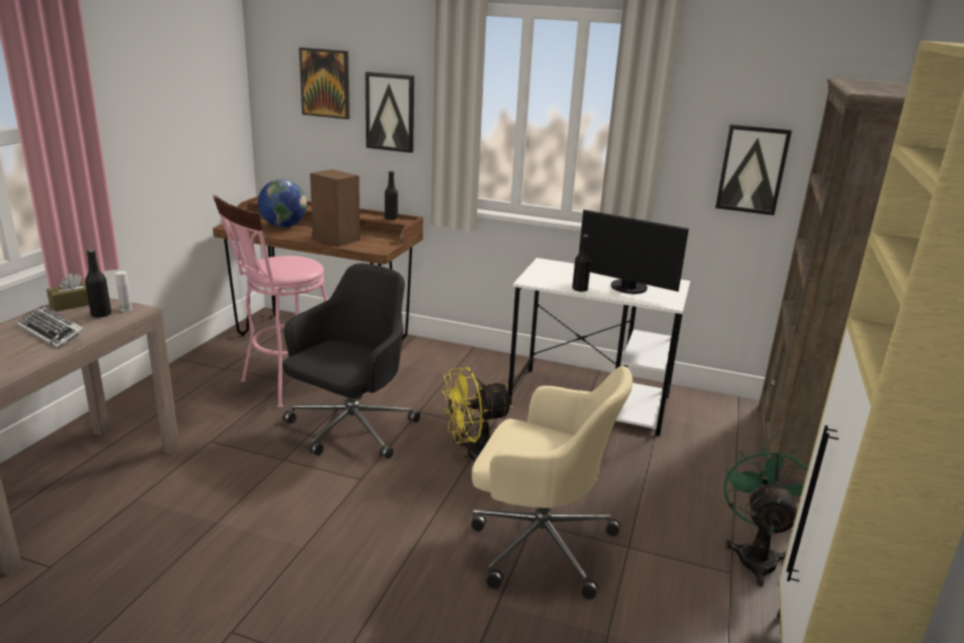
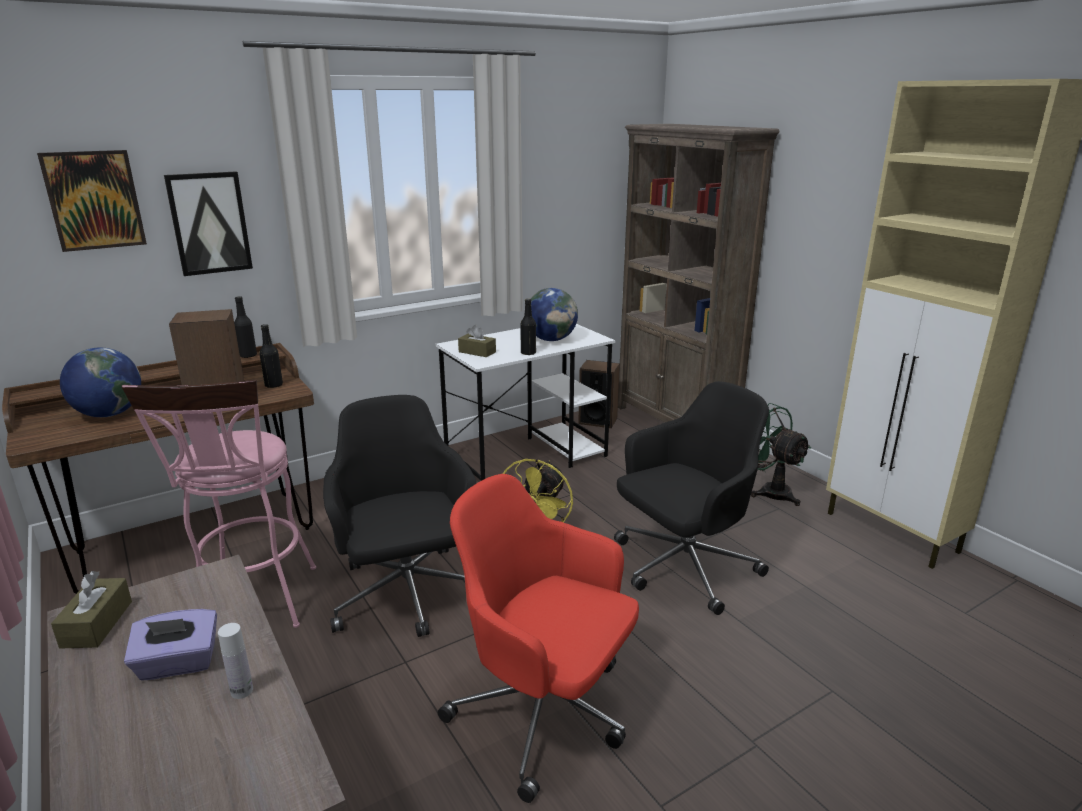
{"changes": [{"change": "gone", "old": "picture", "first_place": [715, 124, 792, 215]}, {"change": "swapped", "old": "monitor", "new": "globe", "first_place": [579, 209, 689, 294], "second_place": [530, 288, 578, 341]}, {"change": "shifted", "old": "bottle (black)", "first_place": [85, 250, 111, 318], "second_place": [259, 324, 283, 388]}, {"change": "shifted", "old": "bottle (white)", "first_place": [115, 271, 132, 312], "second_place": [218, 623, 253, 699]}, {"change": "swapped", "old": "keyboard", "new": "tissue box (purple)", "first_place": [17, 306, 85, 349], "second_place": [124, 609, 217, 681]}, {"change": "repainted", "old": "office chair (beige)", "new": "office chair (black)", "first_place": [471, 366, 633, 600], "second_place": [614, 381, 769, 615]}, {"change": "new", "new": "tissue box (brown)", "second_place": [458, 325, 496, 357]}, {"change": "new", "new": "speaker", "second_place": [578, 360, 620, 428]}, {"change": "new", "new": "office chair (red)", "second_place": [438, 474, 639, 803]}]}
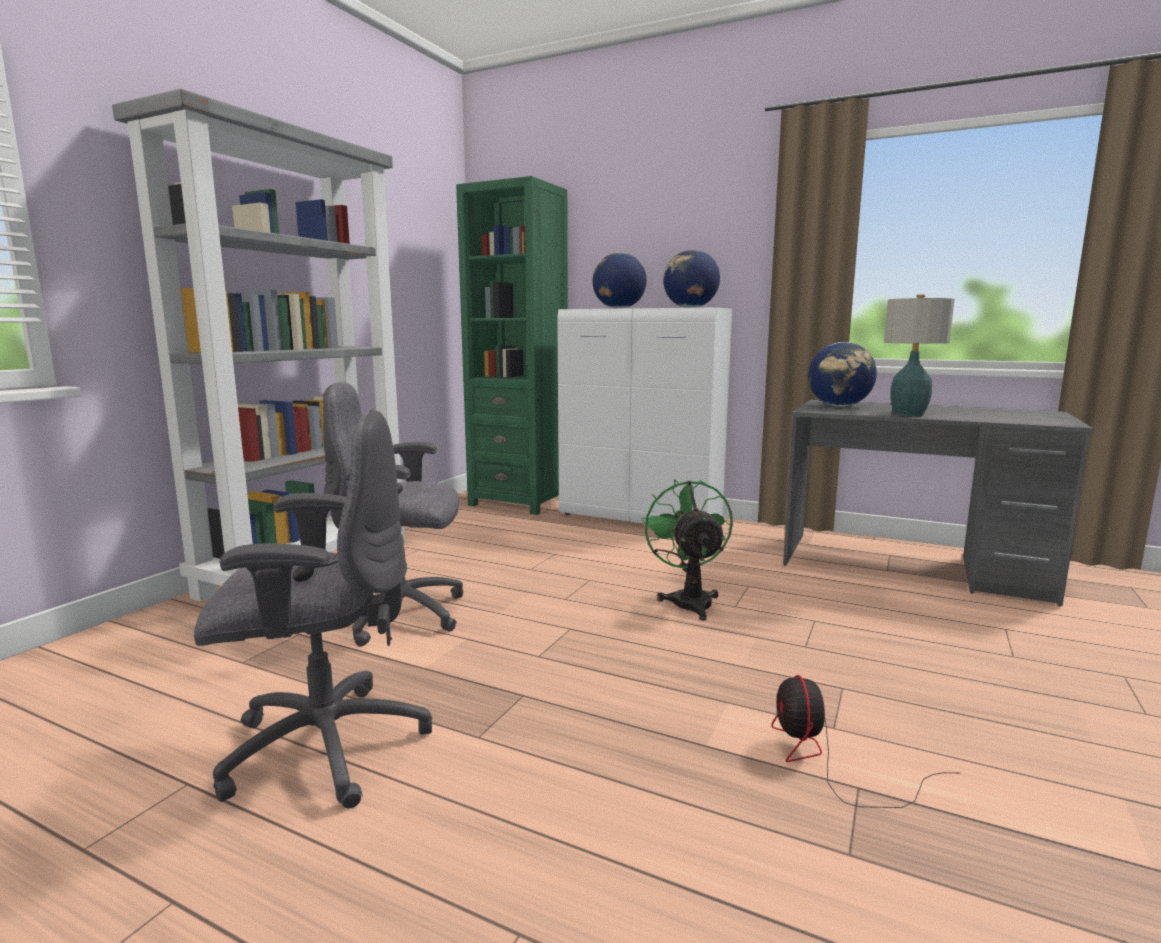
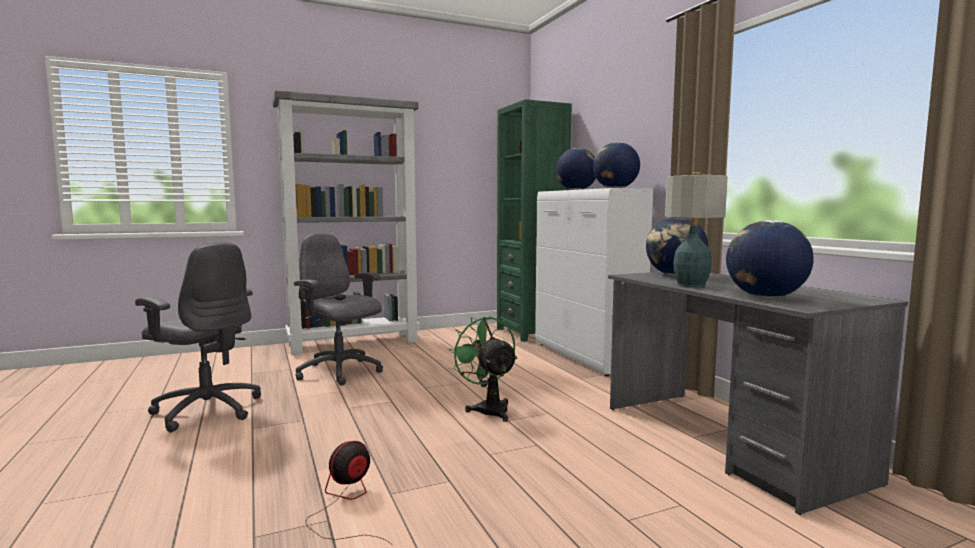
{"changes": [{"change": "rotated", "old": "fan (green)", "first_place": [641, 479, 733, 621], "second_place": [449, 316, 517, 422], "degrees": -60}, {"change": "new", "new": "globe", "second_place": [726, 220, 814, 298]}]}
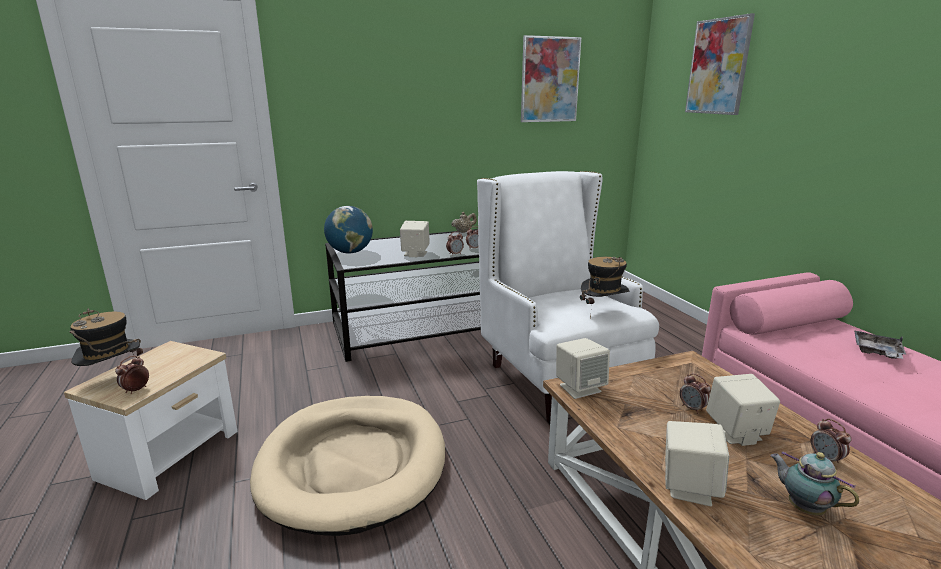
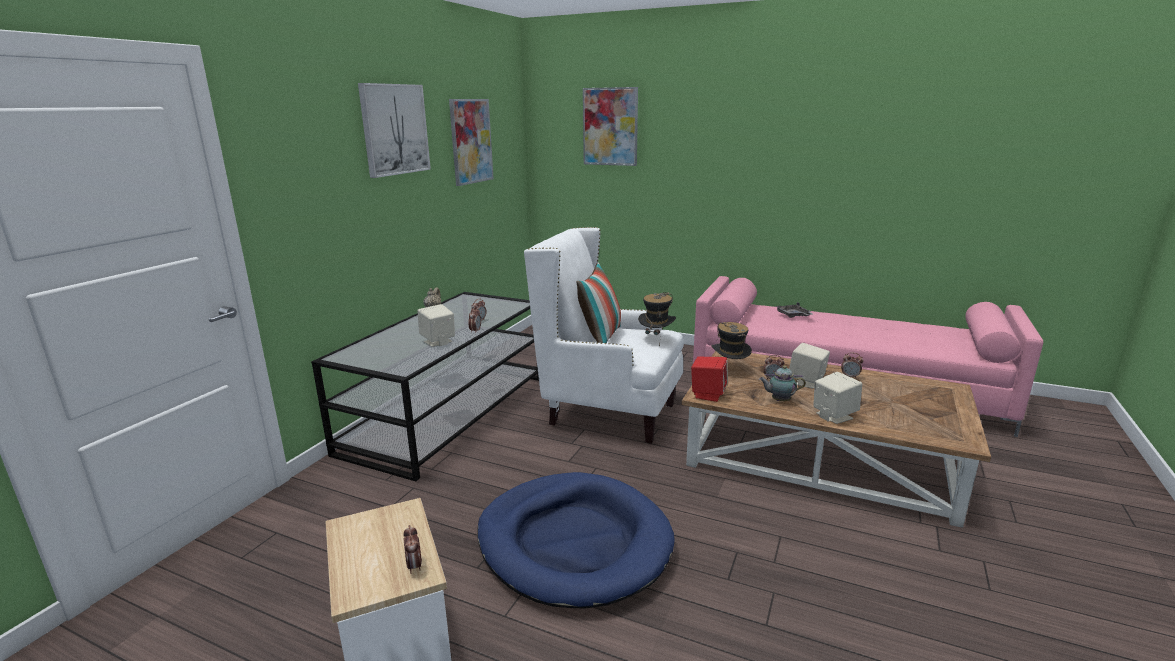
{"changes": [{"change": "gone", "old": "globe", "first_place": [324, 206, 373, 253]}, {"change": "shifted", "old": "hat", "first_place": [69, 308, 143, 366], "second_place": [711, 322, 752, 359]}, {"change": "repainted", "old": "speaker (beige)", "new": "speaker (red)", "first_place": [556, 338, 610, 399], "second_place": [691, 357, 728, 402]}, {"change": "repainted", "old": "dog bed (beige)", "new": "dog bed (blue)", "first_place": [250, 396, 445, 536], "second_place": [477, 472, 675, 609]}, {"change": "shifted", "old": "teapot", "first_place": [770, 451, 859, 515], "second_place": [759, 366, 806, 401]}, {"change": "new", "new": "picture", "second_place": [358, 83, 431, 178]}, {"change": "new", "new": "pillow", "second_place": [577, 262, 621, 343]}]}
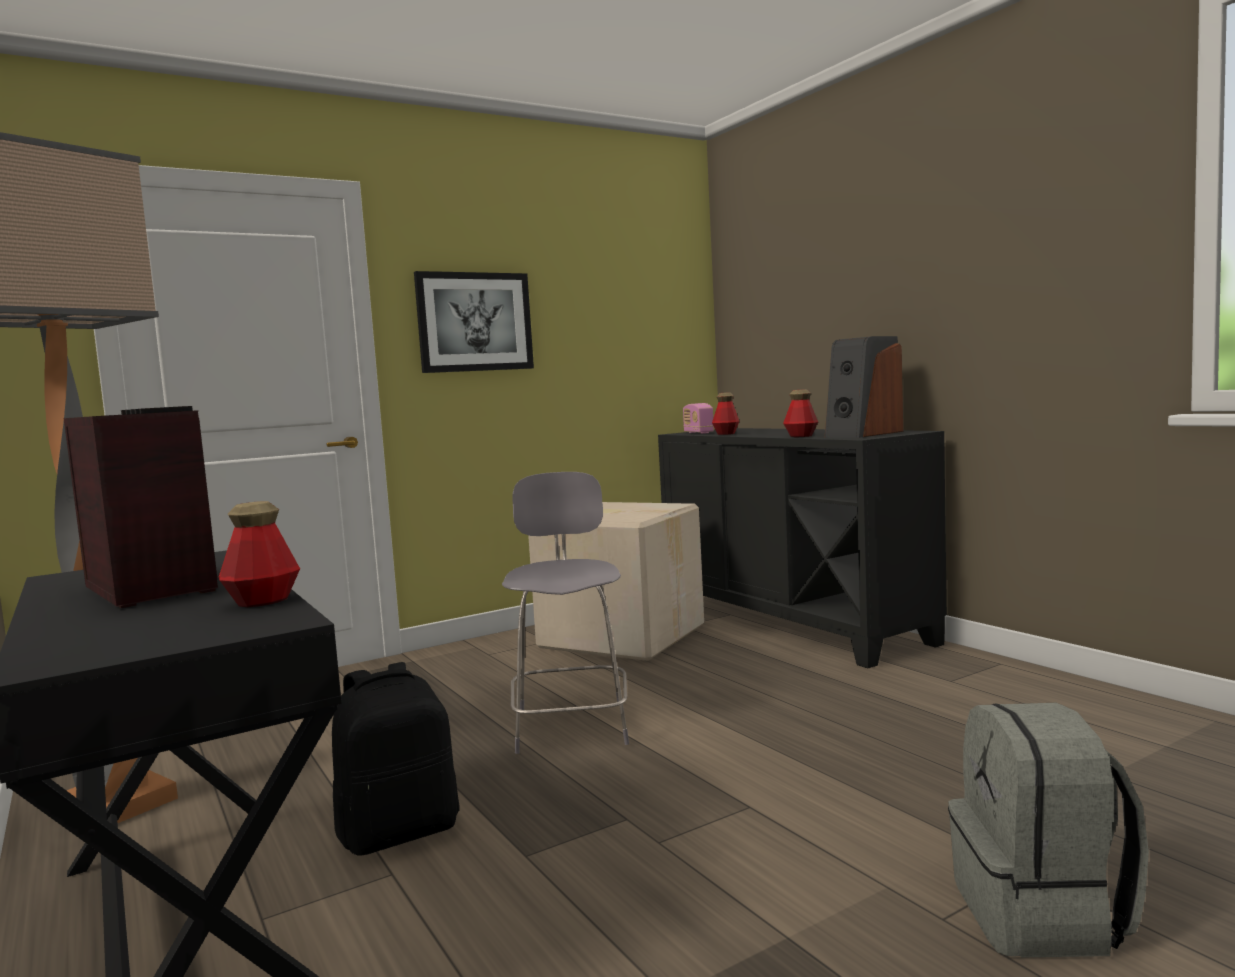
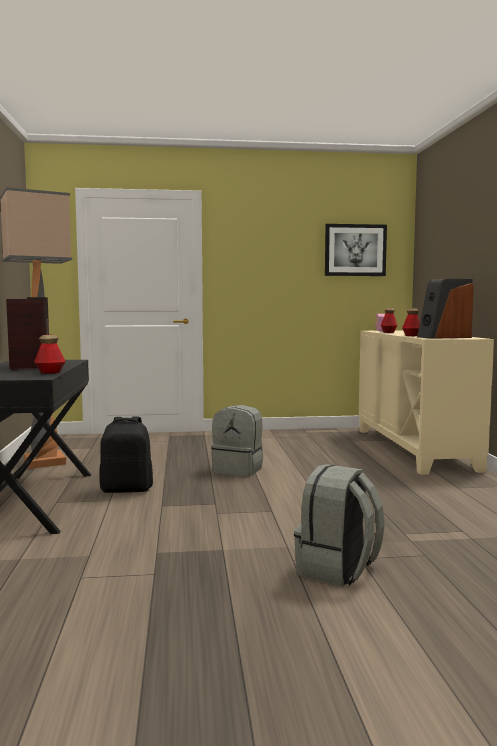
{"changes": [{"change": "shifted", "old": "picture", "first_place": [414, 271, 534, 373], "second_place": [325, 224, 387, 276]}, {"change": "repainted", "old": "cabinet (black)", "new": "cabinet (beige)", "first_place": [658, 428, 947, 668], "second_place": [359, 330, 494, 475]}, {"change": "swapped", "old": "chair (grey)", "new": "backpack (grey)", "first_place": [502, 472, 629, 754], "second_place": [211, 405, 263, 476]}, {"change": "gone", "old": "cardboard box", "first_place": [528, 502, 704, 661]}]}
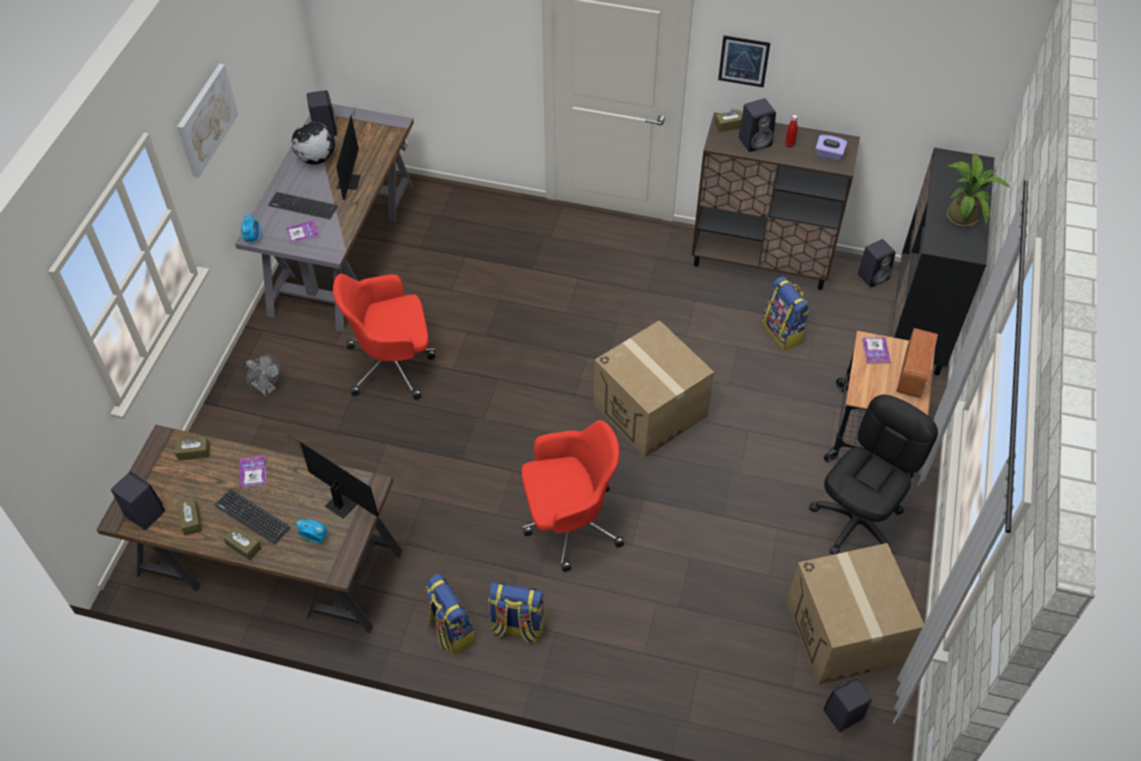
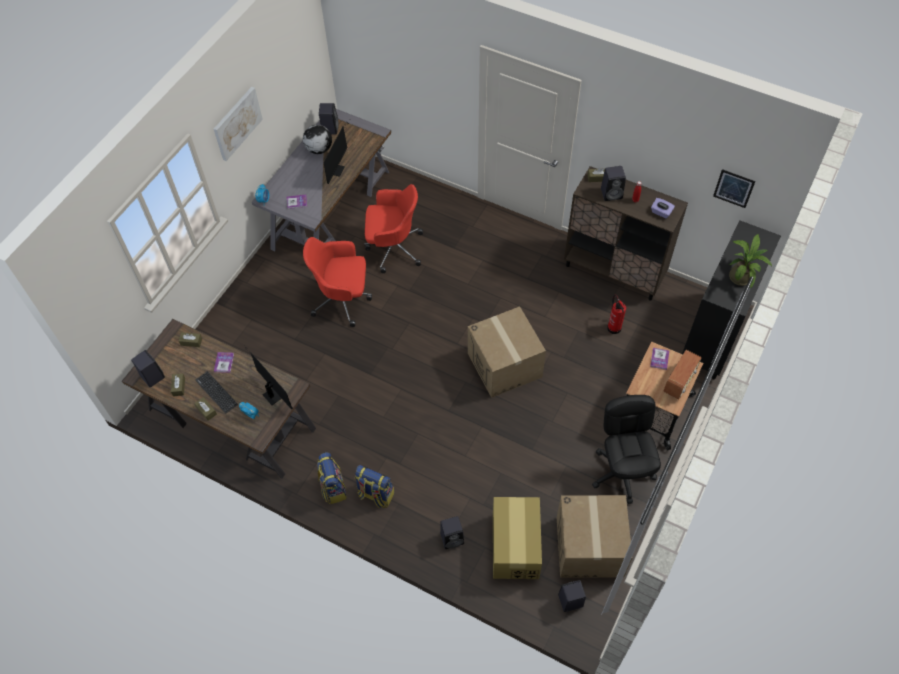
{"changes": [{"change": "shifted", "old": "picture", "first_place": [718, 35, 770, 88], "second_place": [713, 169, 755, 208]}, {"change": "gone", "old": "keyboard", "first_place": [268, 192, 338, 219]}, {"change": "shifted", "old": "speaker (black)", "first_place": [858, 239, 895, 287], "second_place": [440, 516, 464, 549]}, {"change": "swapped", "old": "backpack", "new": "fire extinguisher", "first_place": [762, 276, 809, 350], "second_place": [607, 294, 626, 334]}, {"change": "gone", "old": "fan (grey)", "first_place": [246, 355, 280, 396]}, {"change": "rotated", "old": "office chair (black)", "first_place": [809, 395, 938, 555], "second_place": [592, 395, 661, 504], "degrees": -60}, {"change": "shifted", "old": "office chair (red)", "first_place": [521, 420, 624, 572], "second_place": [364, 184, 423, 273]}, {"change": "new", "new": "cardboard box", "second_place": [493, 497, 542, 579]}]}
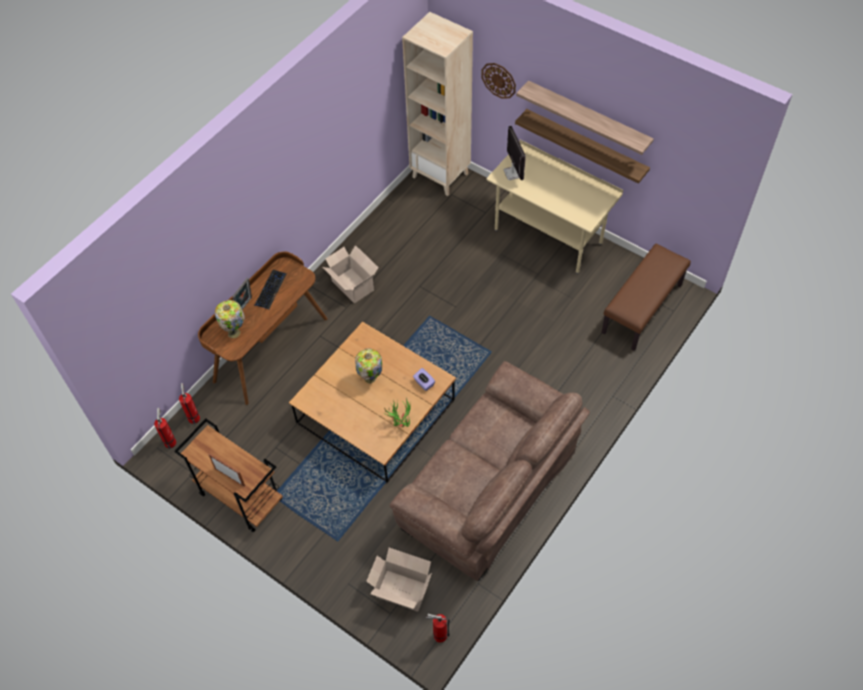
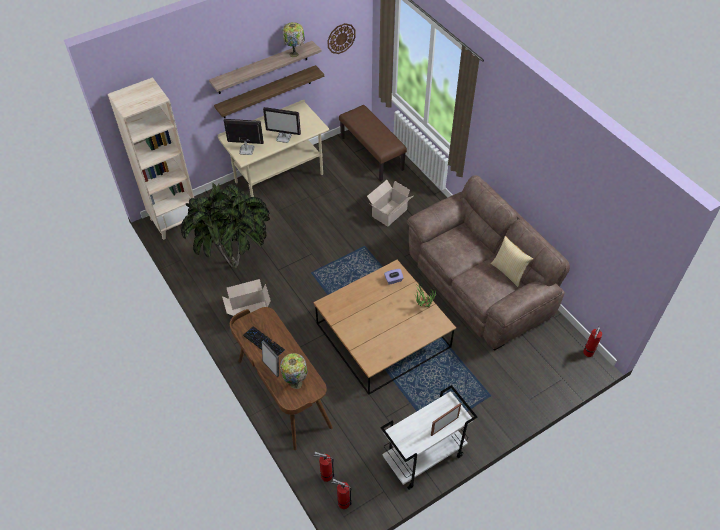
{"changes": [{"change": "shifted", "old": "wall clock", "first_place": [481, 63, 516, 99], "second_place": [327, 23, 356, 54]}, {"change": "shifted", "old": "table lamp", "first_place": [355, 349, 382, 384], "second_place": [283, 22, 305, 57]}, {"change": "repainted", "old": "cart (brown)", "new": "cart (white)", "first_place": [174, 418, 283, 532], "second_place": [381, 385, 477, 490]}, {"change": "shifted", "old": "cardboard box", "first_place": [366, 548, 432, 612], "second_place": [367, 180, 413, 227]}, {"change": "new", "new": "monitor", "second_place": [263, 107, 301, 143]}, {"change": "new", "new": "potted plant", "second_place": [181, 183, 270, 268]}, {"change": "new", "new": "pillow", "second_place": [491, 236, 533, 287]}]}
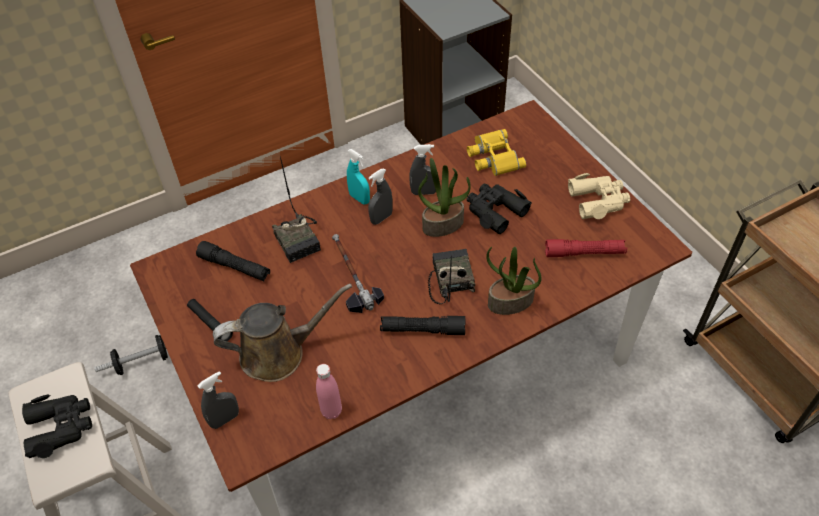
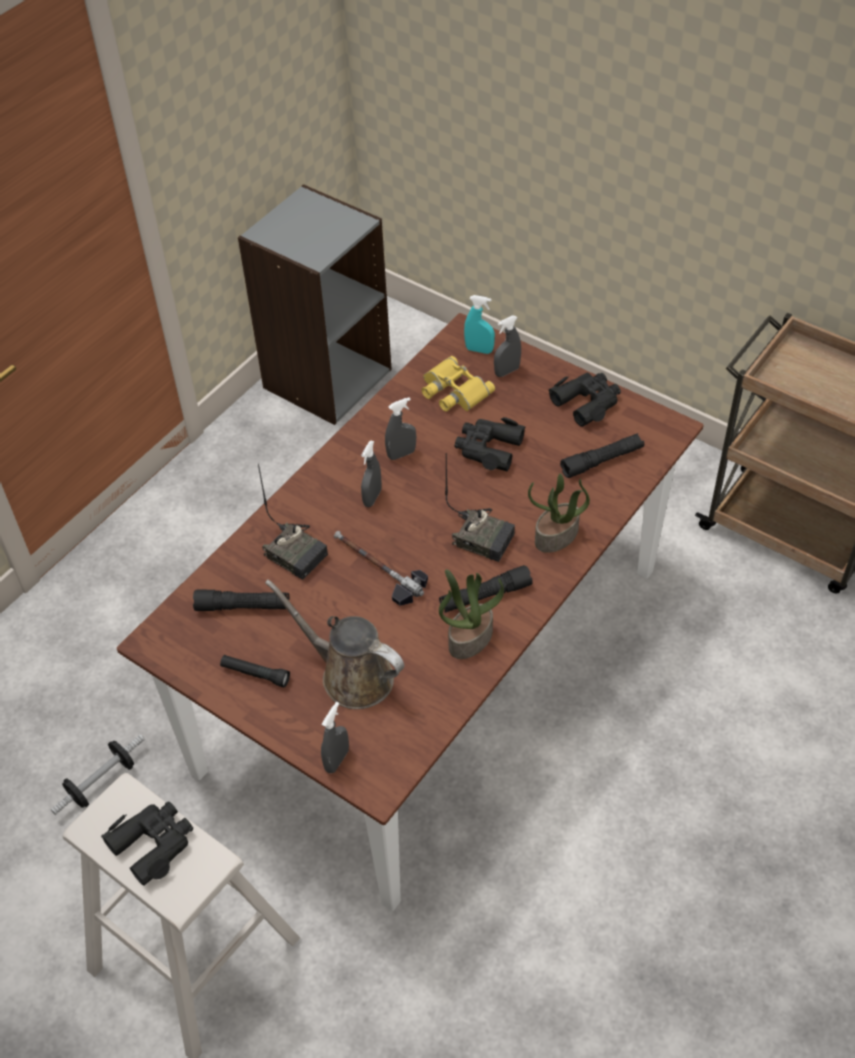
{"changes": [{"change": "shifted", "old": "spray bottle (turquoise)", "first_place": [347, 149, 370, 204], "second_place": [464, 295, 495, 354]}, {"change": "shifted", "old": "potted plant", "first_place": [418, 158, 471, 237], "second_place": [439, 569, 504, 659]}, {"change": "repainted", "old": "binoculars (beige)", "new": "binoculars (black)", "first_place": [568, 173, 630, 219], "second_place": [548, 373, 621, 427]}, {"change": "repainted", "old": "flashlight (red)", "new": "flashlight (black)", "first_place": [545, 239, 627, 257], "second_place": [560, 433, 645, 478]}, {"change": "rotated", "old": "radio", "first_place": [428, 249, 475, 304], "second_place": [445, 453, 515, 562], "degrees": 150}, {"change": "rotated", "old": "watering can (brown)", "first_place": [213, 283, 352, 382], "second_place": [265, 579, 404, 709], "degrees": -105}, {"change": "gone", "old": "bottle (pink)", "first_place": [316, 364, 342, 419]}, {"change": "new", "new": "spray bottle (grey)", "second_place": [494, 316, 521, 377]}]}
